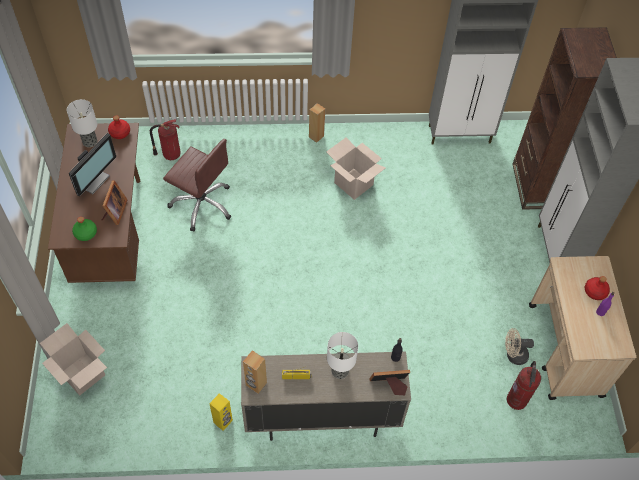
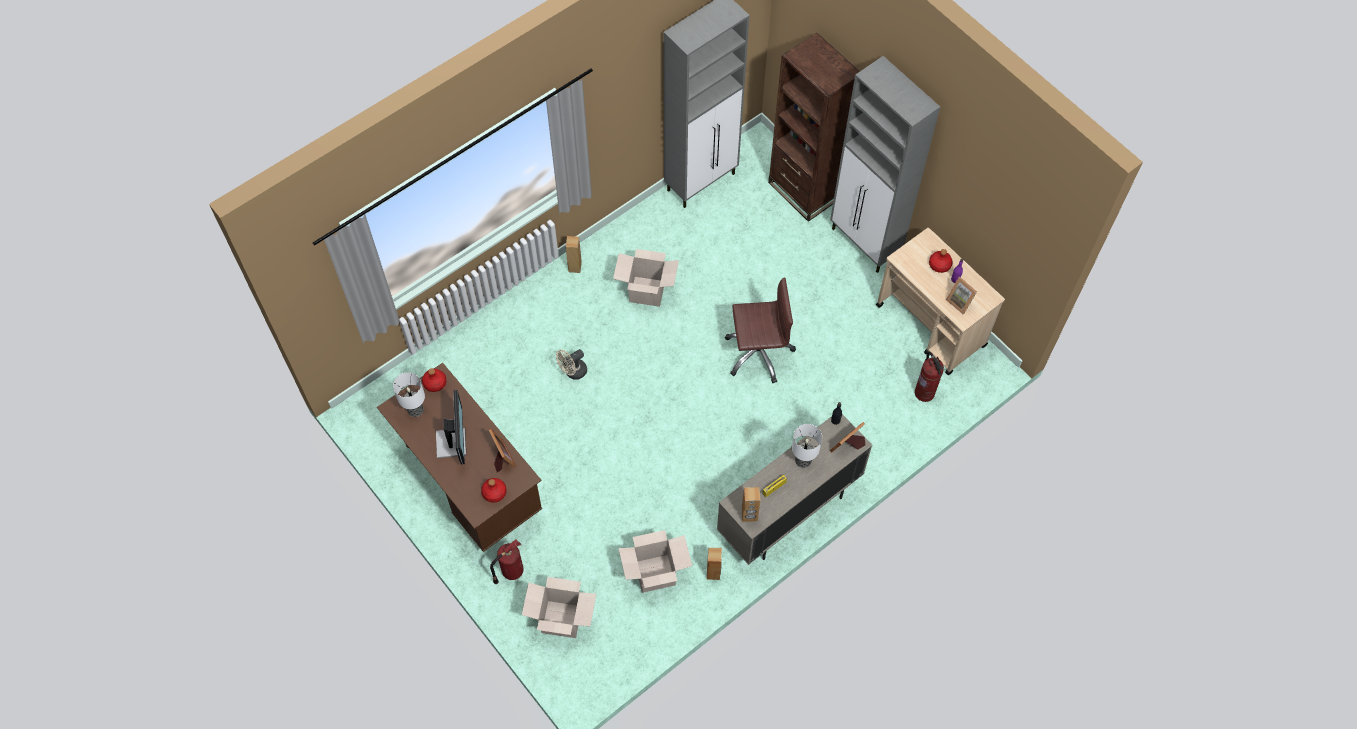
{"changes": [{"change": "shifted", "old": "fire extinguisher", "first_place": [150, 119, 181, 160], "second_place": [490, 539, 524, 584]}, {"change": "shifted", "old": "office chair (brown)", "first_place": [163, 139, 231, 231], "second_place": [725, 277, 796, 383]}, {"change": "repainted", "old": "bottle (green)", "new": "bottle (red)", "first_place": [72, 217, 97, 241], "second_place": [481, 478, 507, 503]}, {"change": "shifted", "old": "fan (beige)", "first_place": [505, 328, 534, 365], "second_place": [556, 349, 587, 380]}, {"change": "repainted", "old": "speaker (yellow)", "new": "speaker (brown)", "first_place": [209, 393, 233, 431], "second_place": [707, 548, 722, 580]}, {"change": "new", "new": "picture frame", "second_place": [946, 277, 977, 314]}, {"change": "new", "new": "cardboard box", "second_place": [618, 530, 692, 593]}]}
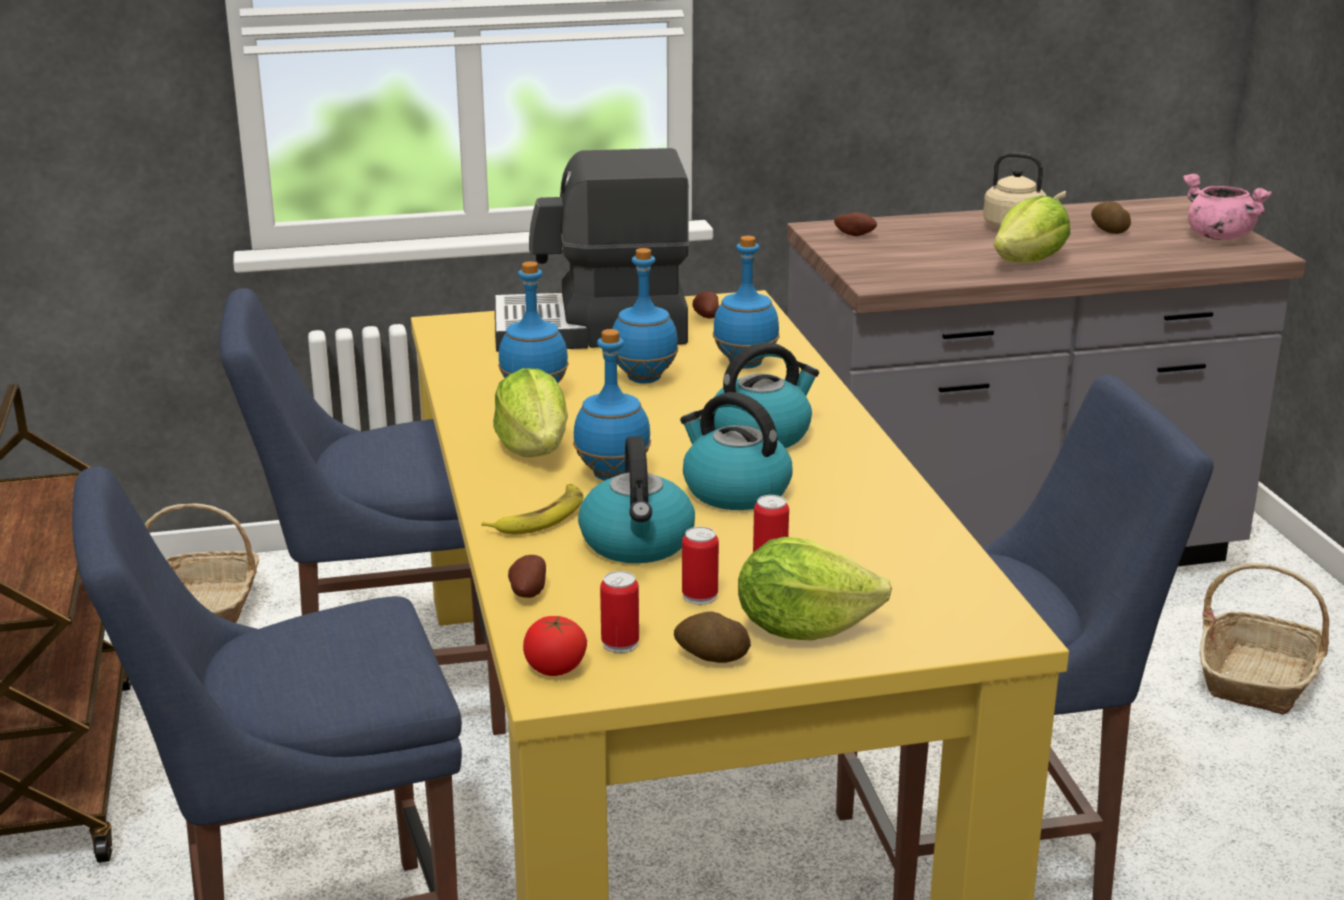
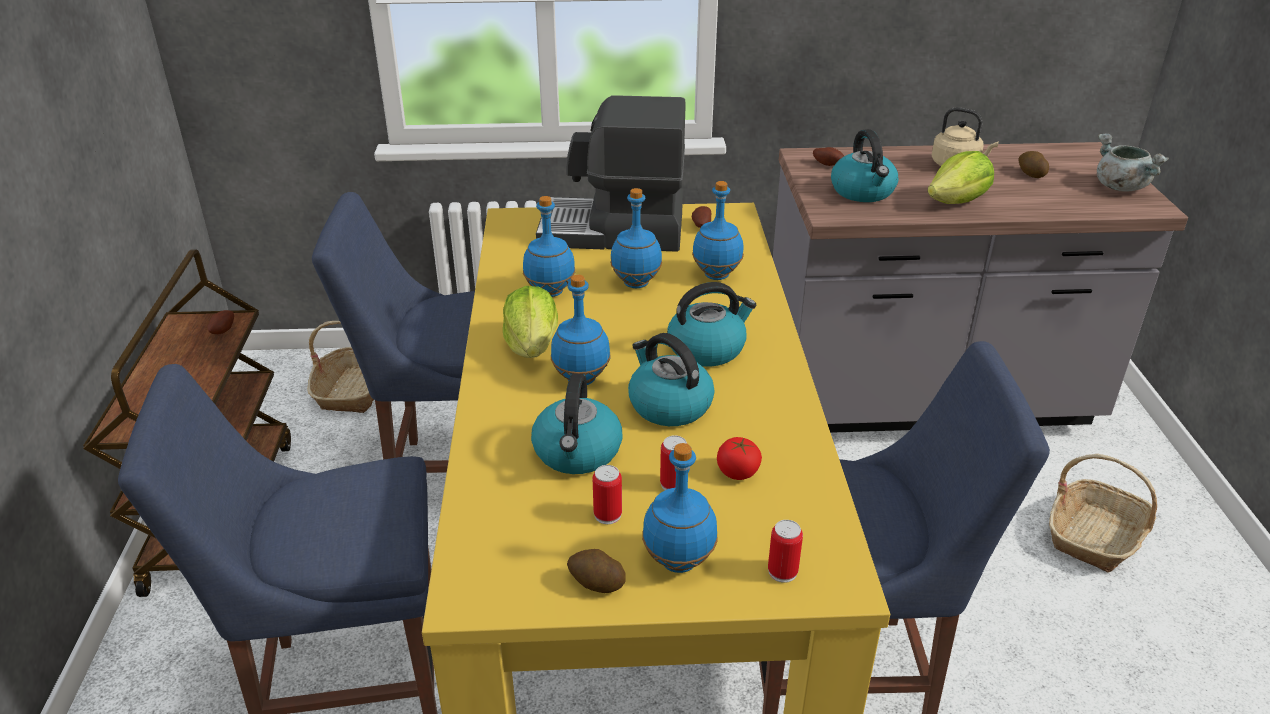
{"changes": [{"change": "repainted", "old": "cooking pot (pink)", "new": "cooking pot (grey)", "first_place": [1183, 174, 1272, 240], "second_place": [1097, 133, 1169, 192]}, {"change": "gone", "old": "banana", "first_place": [482, 484, 584, 534]}, {"change": "swapped", "old": "lettuce", "new": "bottle (blue)", "first_place": [738, 537, 892, 641], "second_place": [642, 443, 718, 573]}, {"change": "shifted", "old": "potato", "first_place": [508, 555, 546, 598], "second_place": [207, 310, 234, 334]}, {"change": "shifted", "old": "can", "first_place": [600, 571, 639, 653], "second_place": [768, 520, 803, 583]}, {"change": "shifted", "old": "tomato", "first_place": [523, 615, 587, 676], "second_place": [717, 437, 762, 480]}, {"change": "new", "new": "kettle", "second_place": [831, 129, 898, 202]}]}
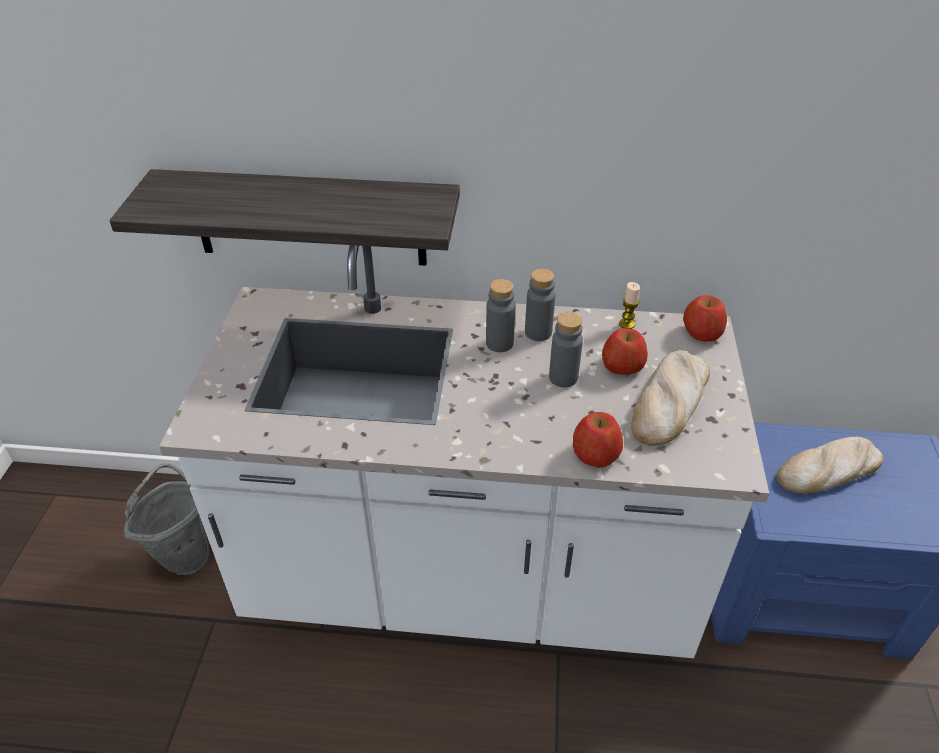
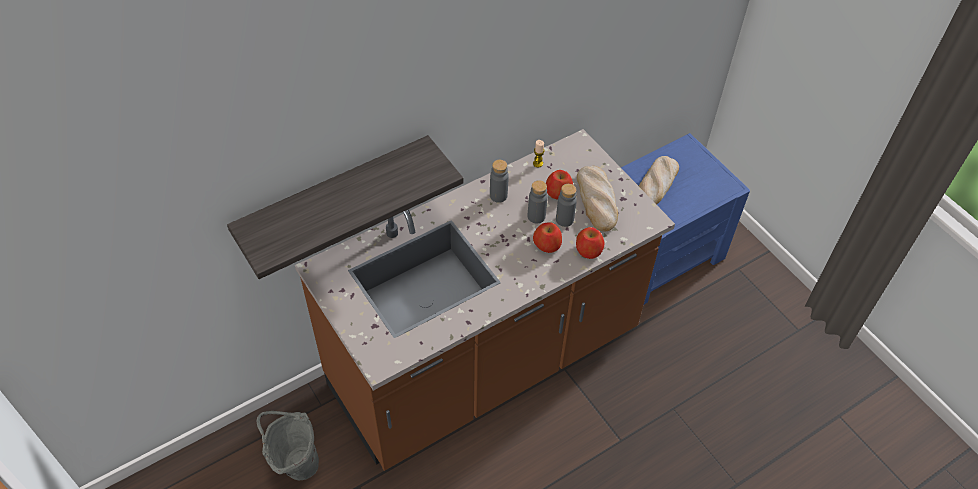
{"changes": [{"change": "repainted", "old": "counter (white)", "new": "counter (brown)", "first_place": [159, 245, 769, 658], "second_place": [295, 129, 675, 471]}, {"change": "shifted", "old": "bottle (grey)", "first_place": [486, 279, 515, 352], "second_place": [556, 184, 577, 227]}, {"change": "shifted", "old": "apple", "first_place": [683, 295, 727, 342], "second_place": [533, 222, 562, 253]}]}
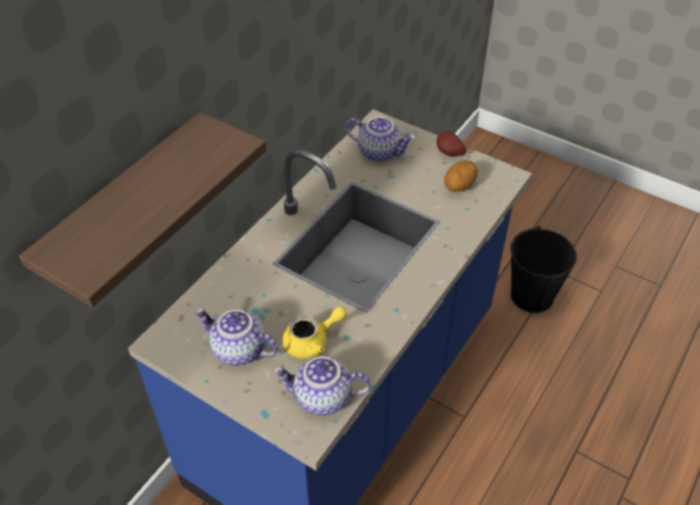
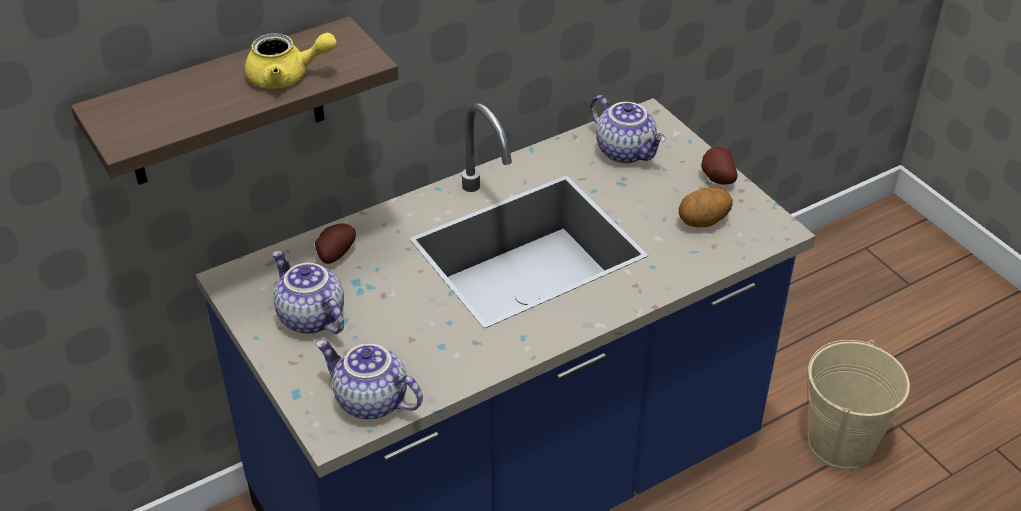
{"changes": [{"change": "repainted", "old": "bucket (black)", "new": "bucket (beige)", "first_place": [510, 226, 577, 313], "second_place": [808, 340, 910, 471]}, {"change": "shifted", "old": "teapot (yellow)", "first_place": [282, 306, 347, 359], "second_place": [245, 33, 337, 89]}, {"change": "new", "new": "potato", "second_place": [315, 223, 356, 264]}]}
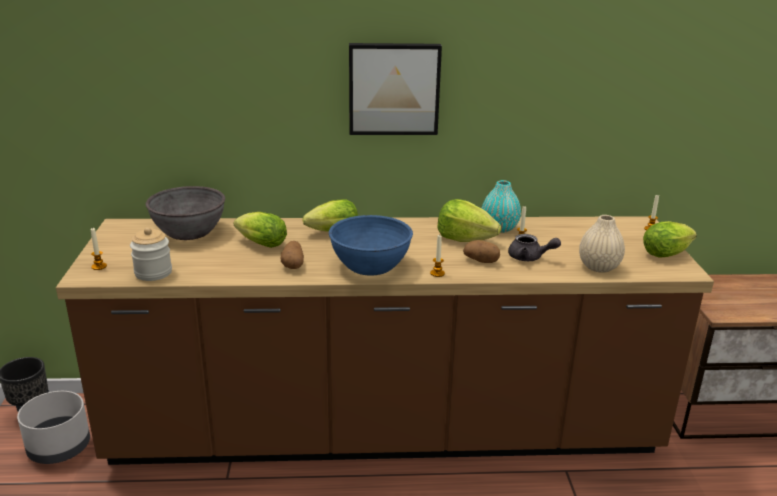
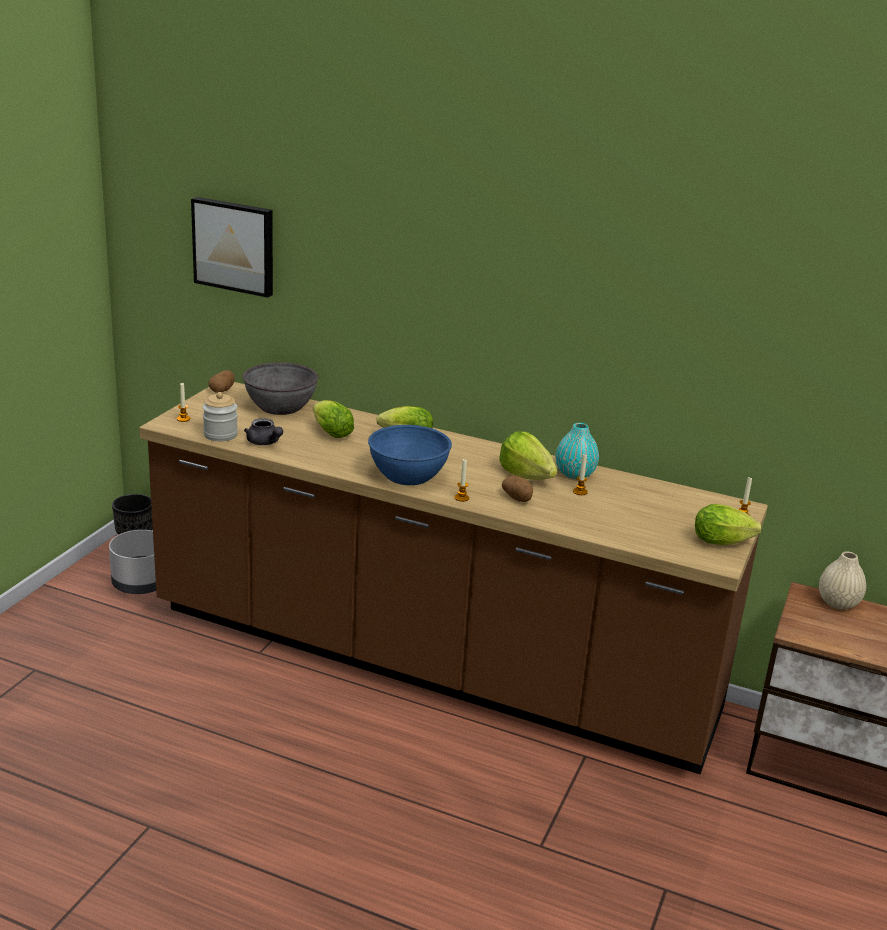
{"changes": [{"change": "shifted", "old": "picture", "first_place": [349, 43, 442, 135], "second_place": [191, 197, 273, 298]}, {"change": "shifted", "old": "vase (beige)", "first_place": [579, 215, 625, 273], "second_place": [819, 551, 866, 610]}, {"change": "shifted", "old": "teapot (grey)", "first_place": [508, 234, 561, 261], "second_place": [244, 418, 283, 445]}, {"change": "shifted", "old": "potato", "first_place": [280, 241, 304, 269], "second_place": [208, 370, 234, 393]}]}
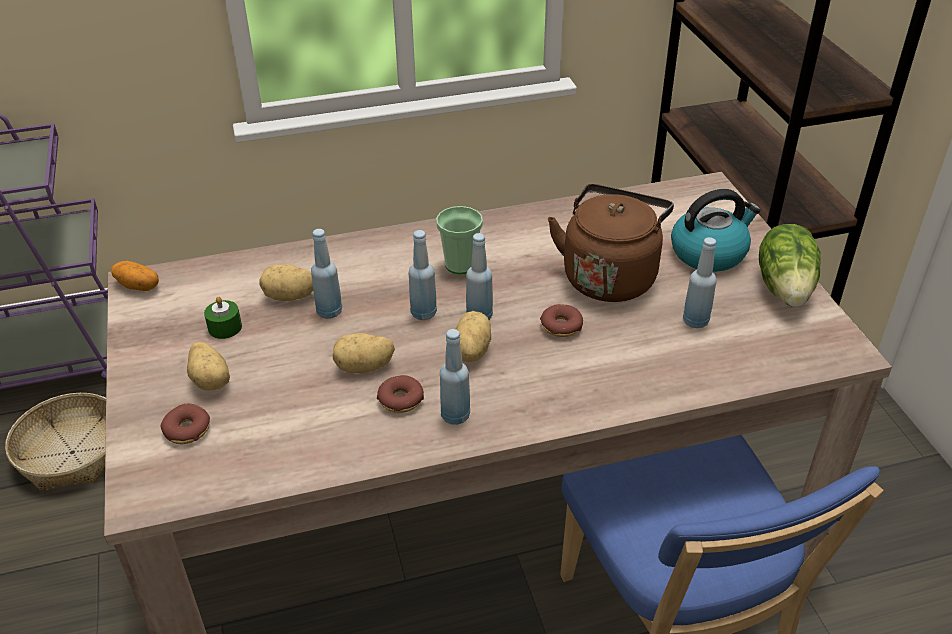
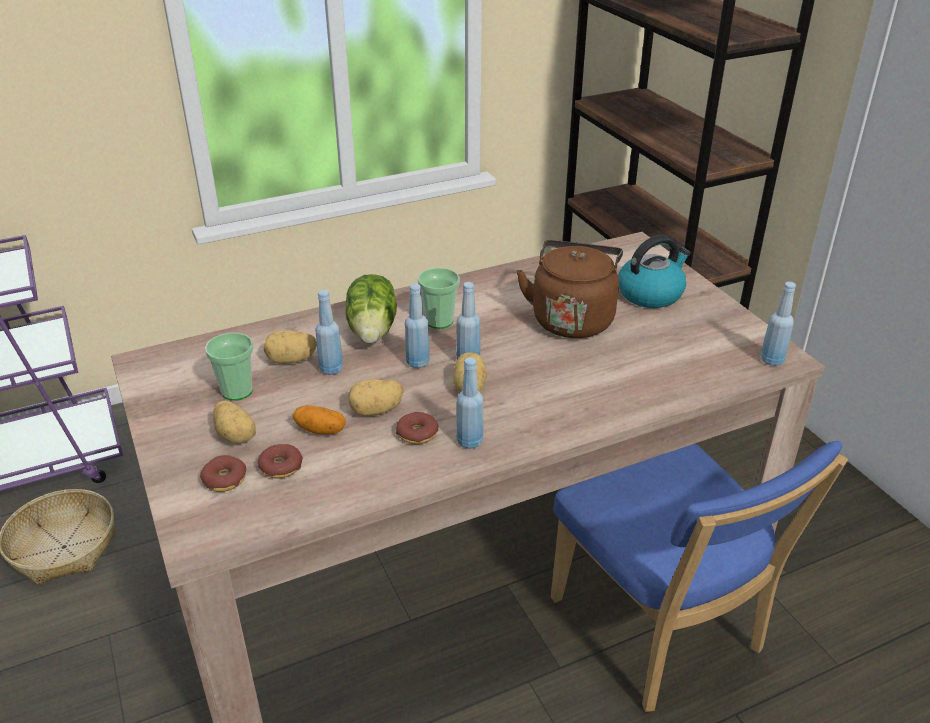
{"changes": [{"change": "shifted", "old": "lettuce", "first_place": [759, 224, 821, 307], "second_place": [346, 274, 397, 344]}, {"change": "shifted", "old": "bottle (blue)", "first_place": [683, 237, 717, 328], "second_place": [760, 281, 796, 366]}, {"change": "shifted", "old": "potato", "first_place": [111, 261, 159, 291], "second_place": [293, 405, 346, 434]}, {"change": "swapped", "old": "candle (green)", "new": "cup", "first_place": [204, 296, 242, 339], "second_place": [205, 333, 254, 401]}, {"change": "shifted", "old": "donut", "first_place": [540, 304, 583, 337], "second_place": [258, 444, 303, 479]}]}
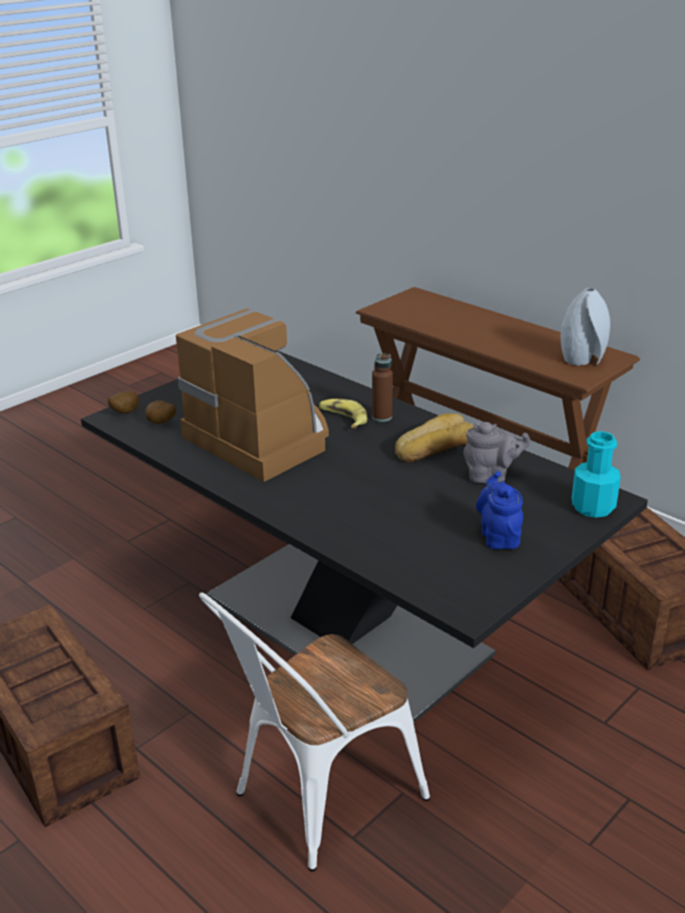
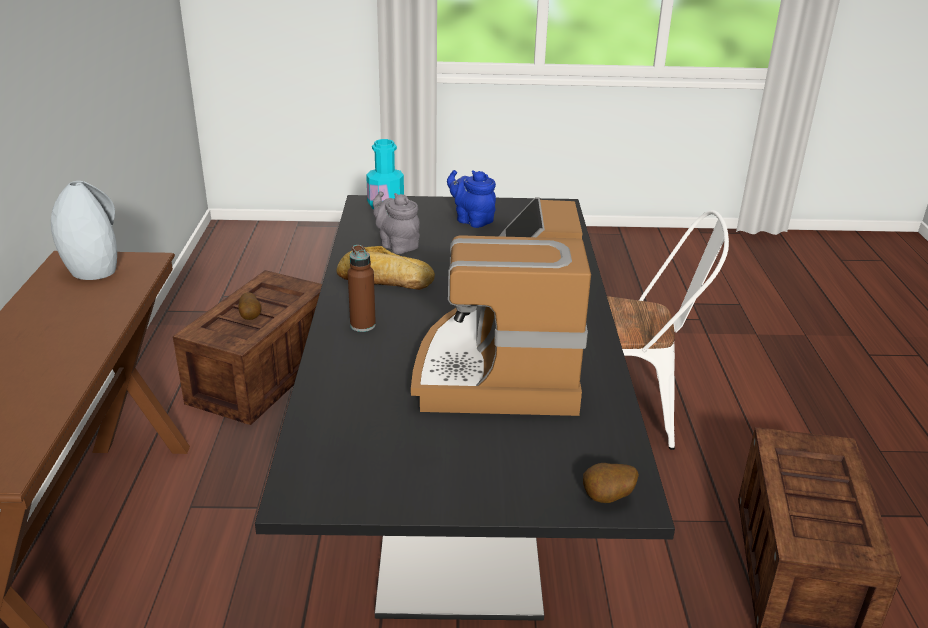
{"changes": [{"change": "gone", "old": "banana", "first_place": [319, 399, 367, 428]}, {"change": "shifted", "old": "potato", "first_place": [145, 400, 176, 424], "second_place": [238, 292, 262, 320]}, {"change": "rotated", "old": "teapot (blue)", "first_place": [476, 471, 523, 549], "second_place": [447, 170, 496, 228], "degrees": 90}]}
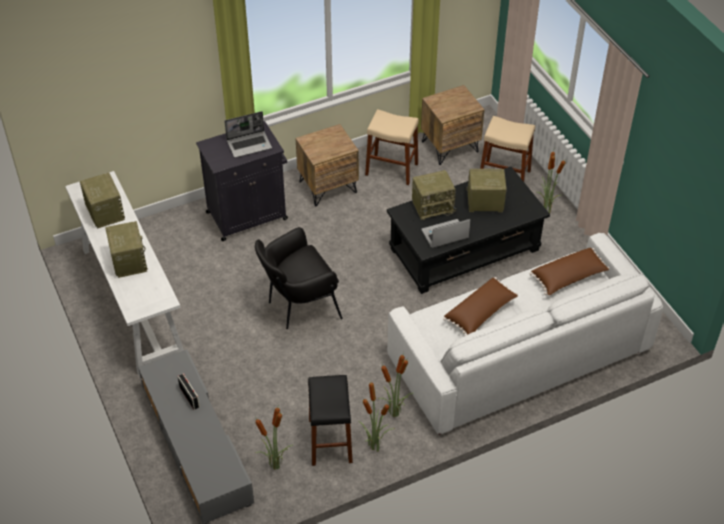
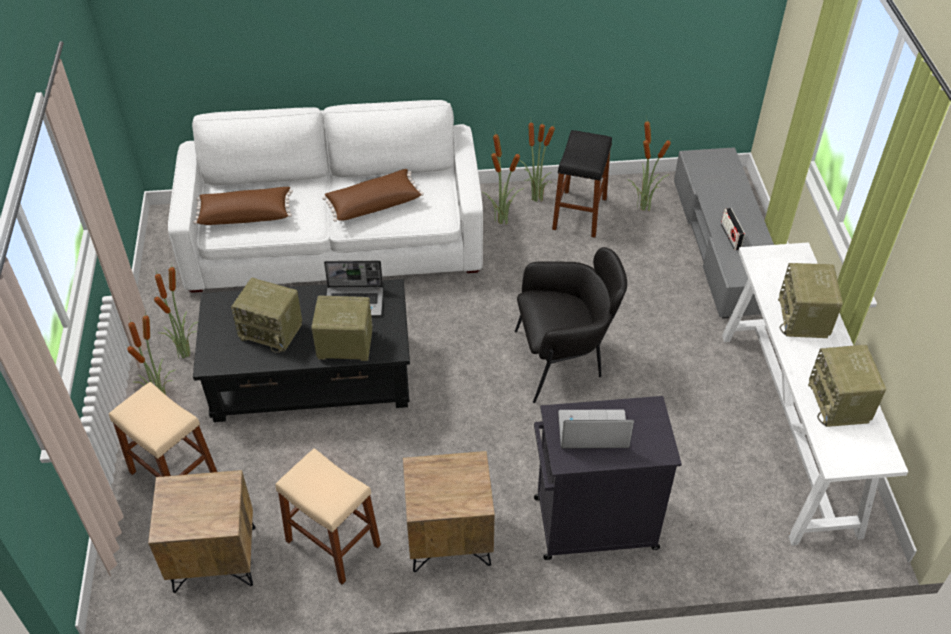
{"changes": [{"change": "new", "new": "potted plant", "second_place": [152, 267, 198, 358]}]}
